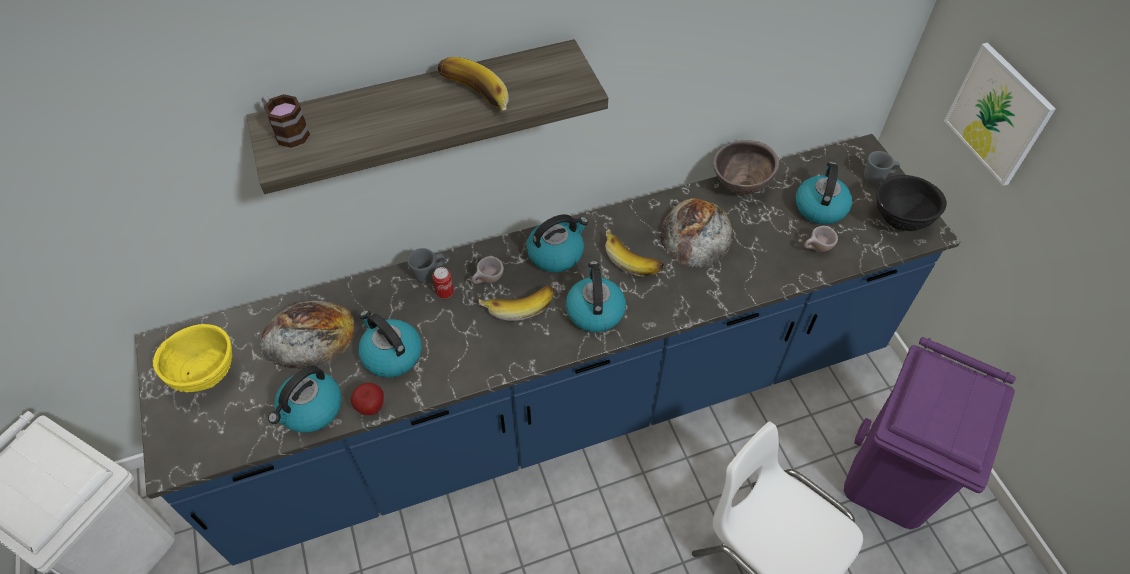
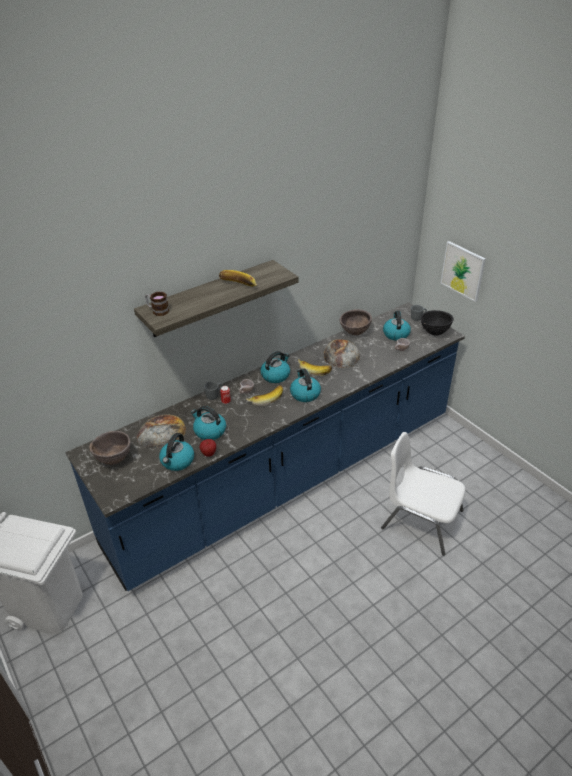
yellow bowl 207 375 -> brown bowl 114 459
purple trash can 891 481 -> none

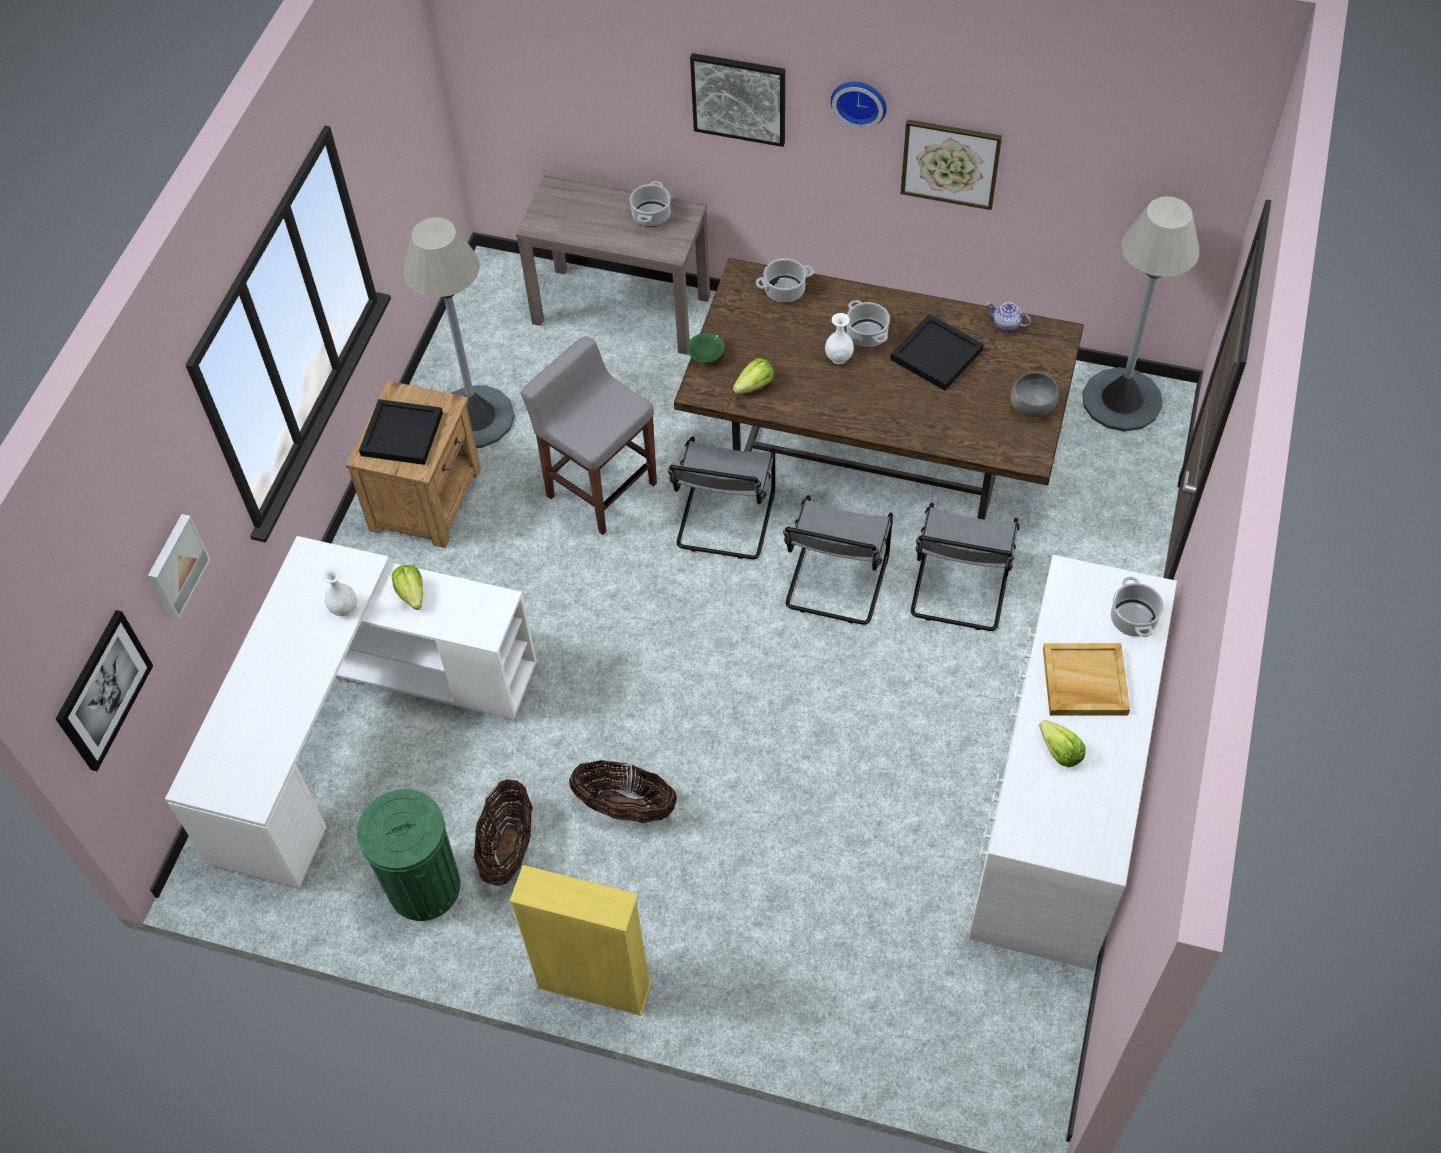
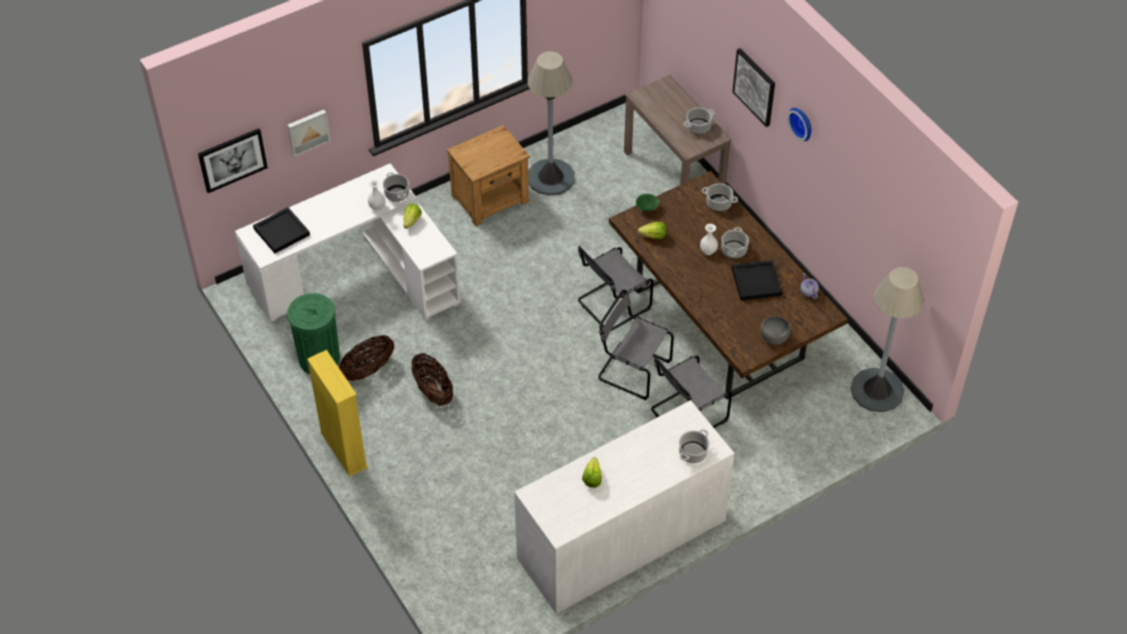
black tray 403 434 -> black tray 282 232, moved
none -> cooking pot 397 194
grey chair 835 584 -> grey chair 631 369, 60 degrees clockwise
grey stool 600 489 -> none
picture 950 163 -> none
beige tray 1084 682 -> none

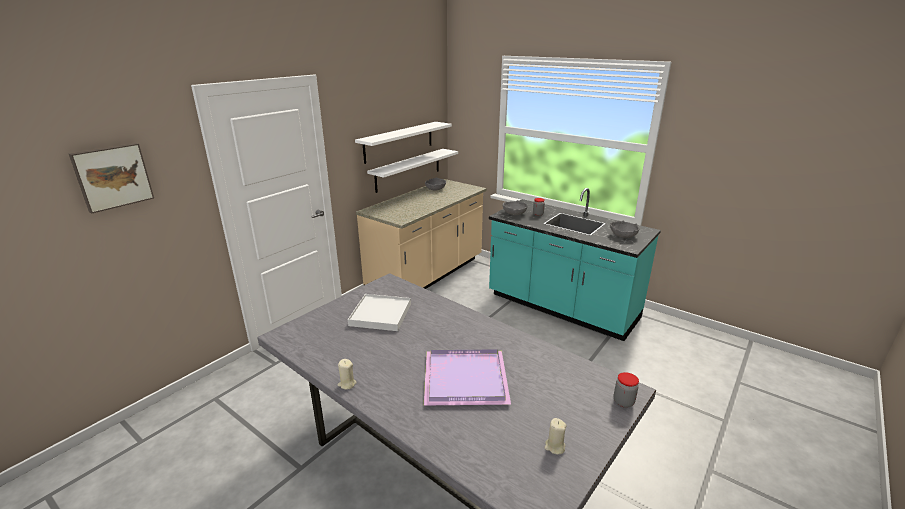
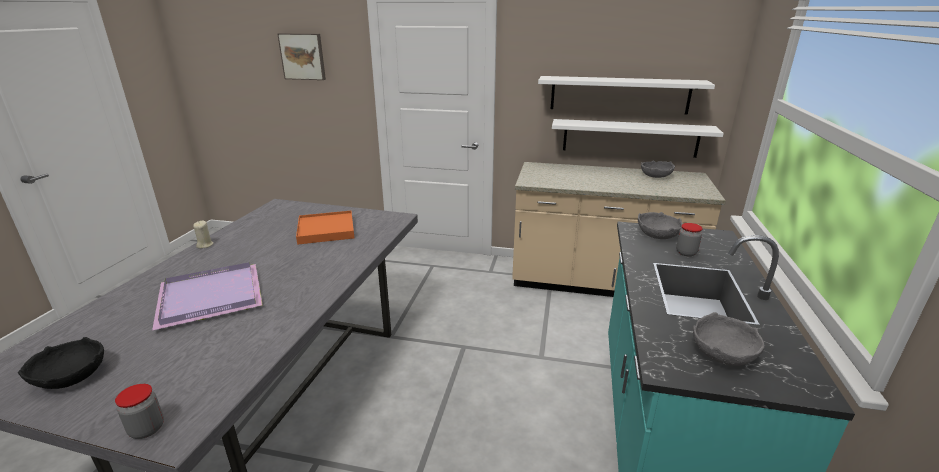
beige candle 554 447 -> black bowl 72 377
white tray 380 314 -> orange tray 326 230

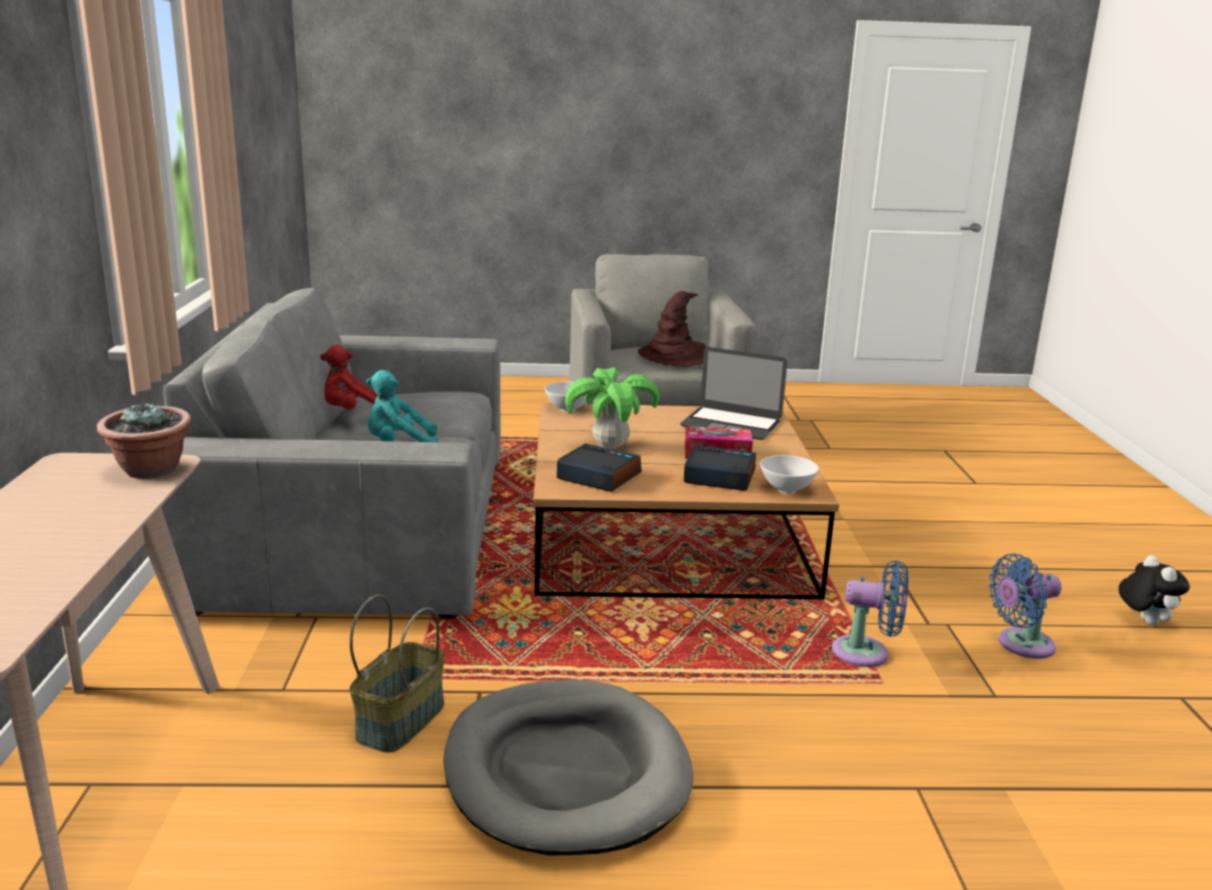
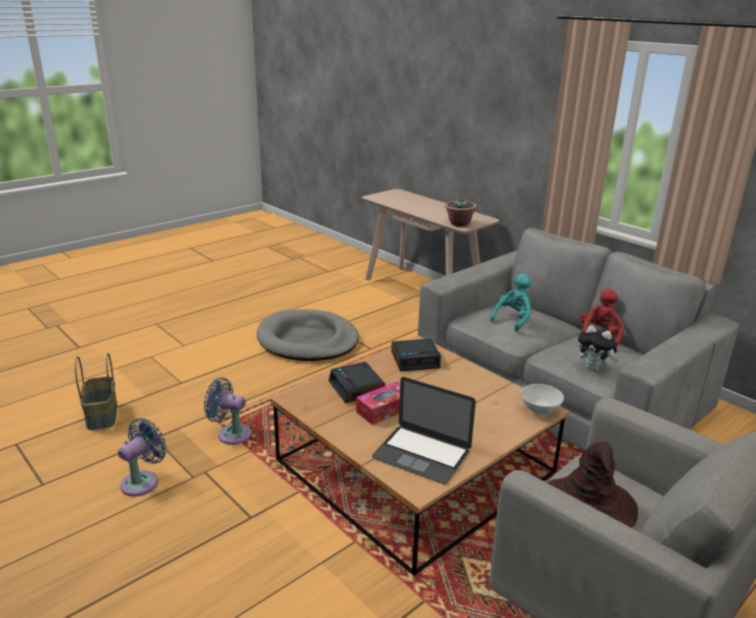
basket 400 720 -> basket 103 415, moved
blue fan 866 653 -> blue fan 231 433, 45 degrees clockwise
alarm clock 718 477 -> alarm clock 357 388, 90 degrees clockwise
laptop 731 423 -> laptop 421 454, 135 degrees counterclockwise
plush toy 1144 621 -> plush toy 594 368, moved
potted plant 610 446 -> none
white bowl 786 490 -> none

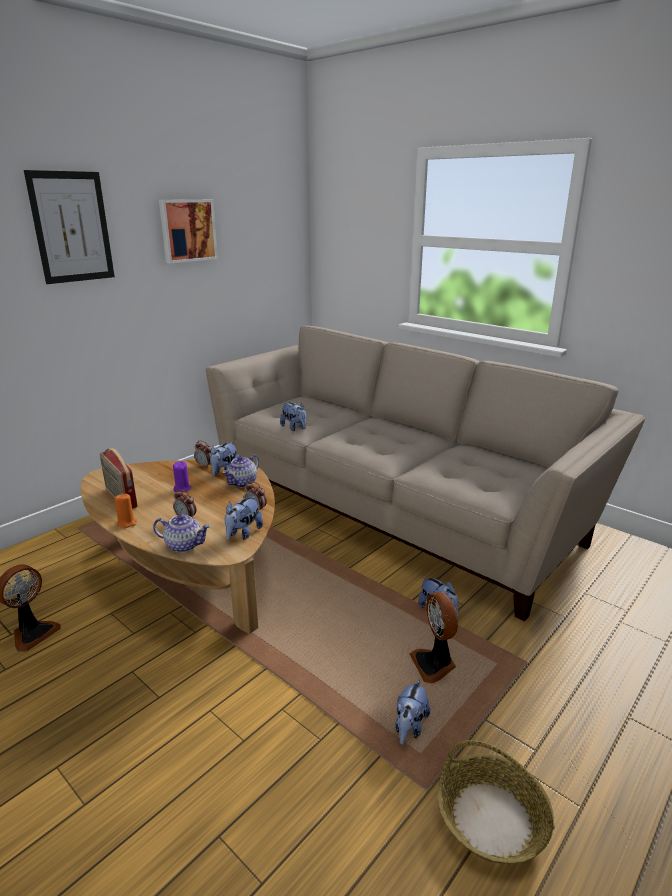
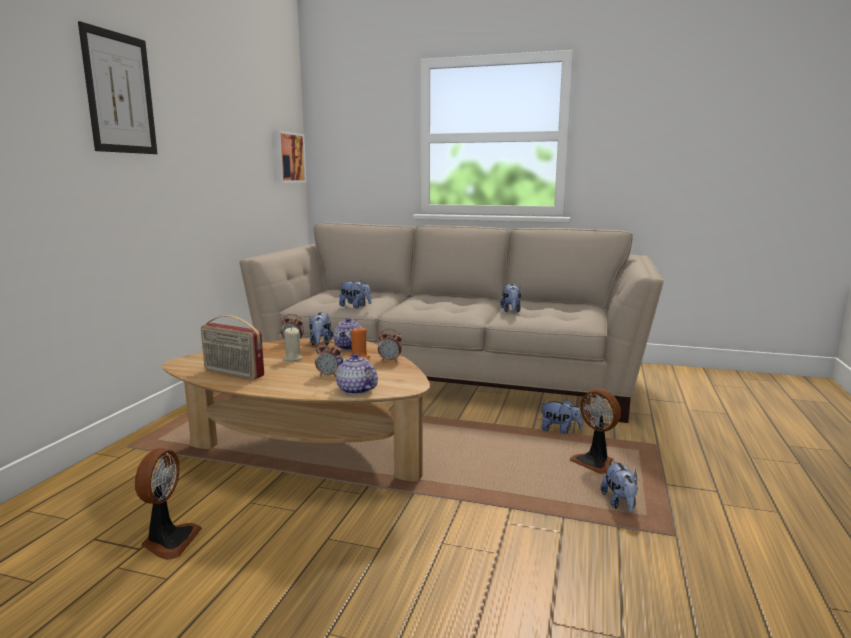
picture 187 230 -> picture 288 157, moved
purple candle 182 488 -> beige candle 292 358
teapot 184 545 -> teapot 355 390, 120 degrees counterclockwise
orange candle 127 523 -> orange candle 359 357, moved
plush toy 243 533 -> plush toy 511 311, moved
basket 492 818 -> none

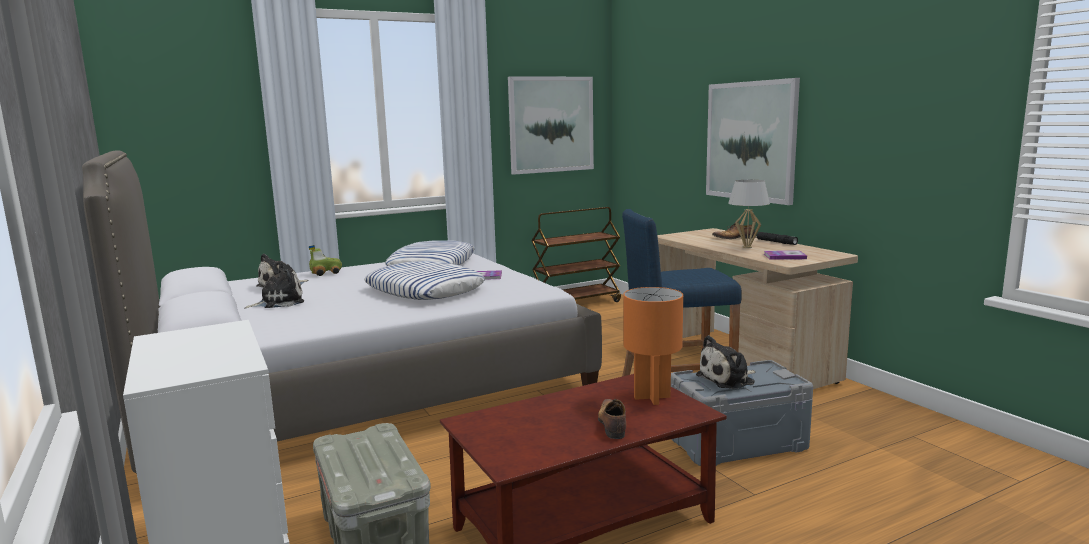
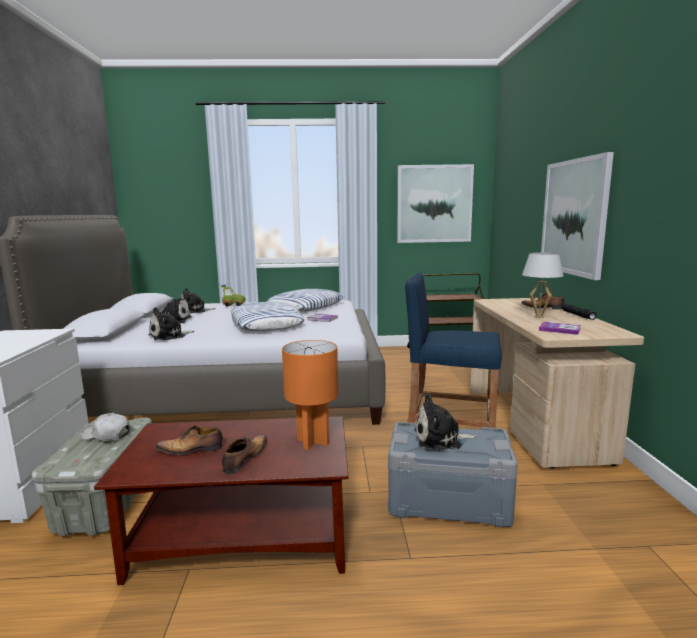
none -> white cap 107 435
none -> plush toy 169 336
none -> shoe 191 450

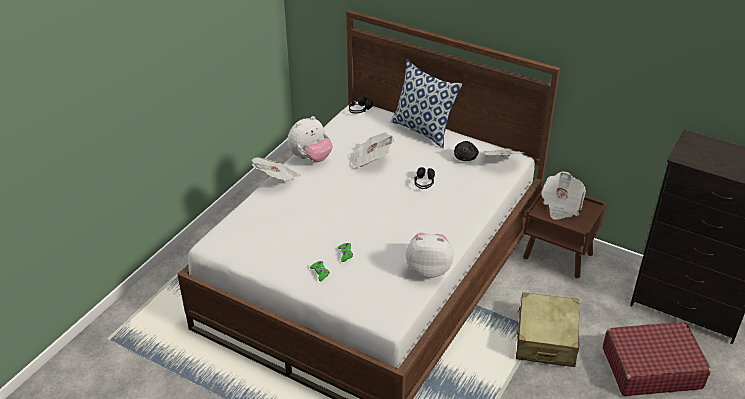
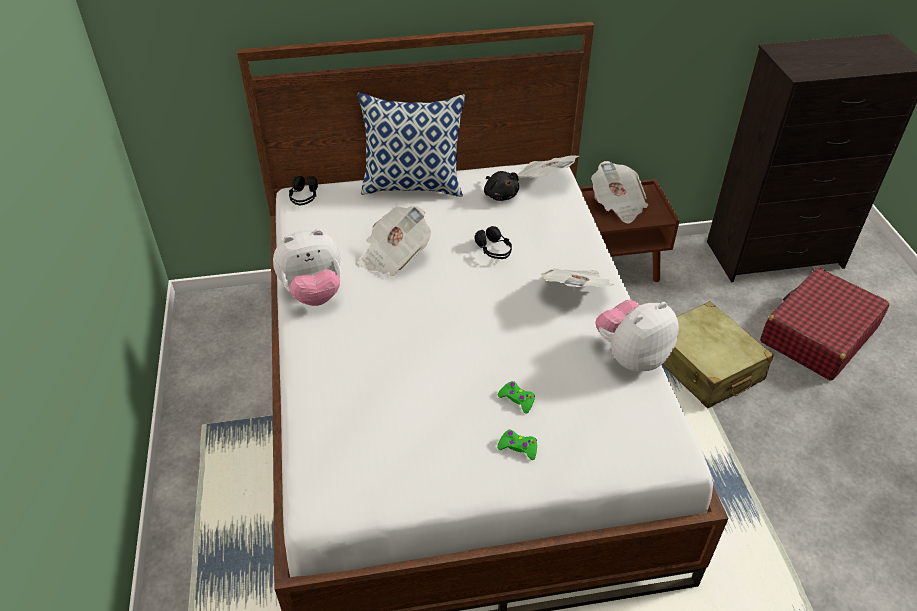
plush toy 310 158 -> plush toy 313 293, 60 degrees clockwise
newspaper 277 179 -> newspaper 576 292, moved

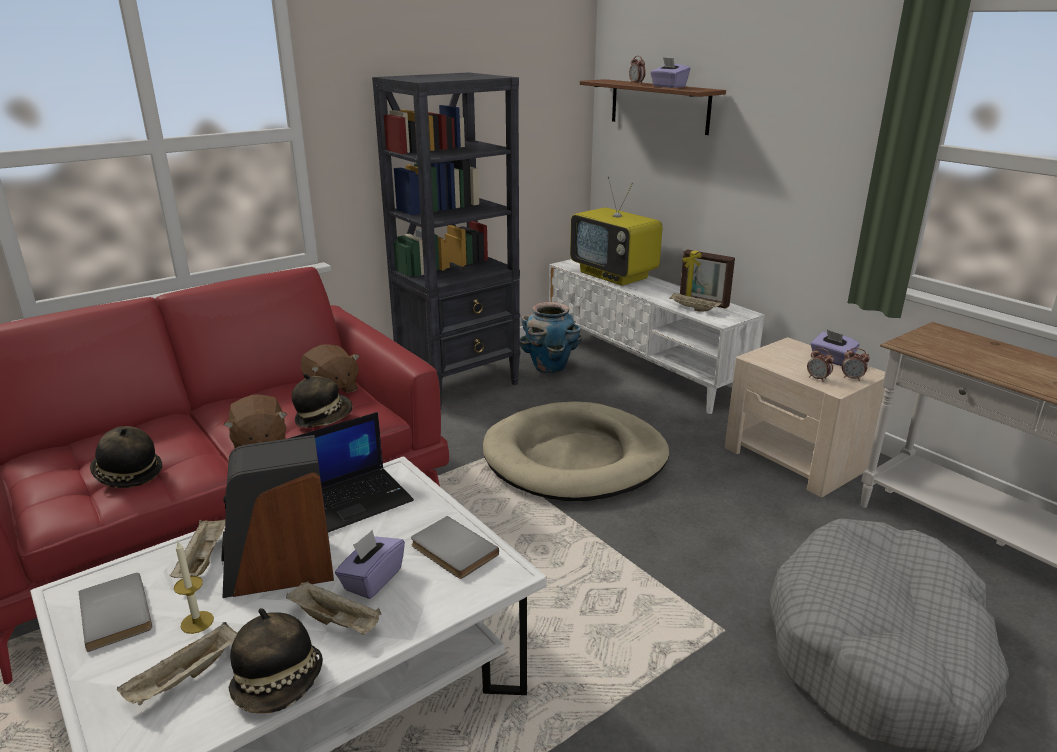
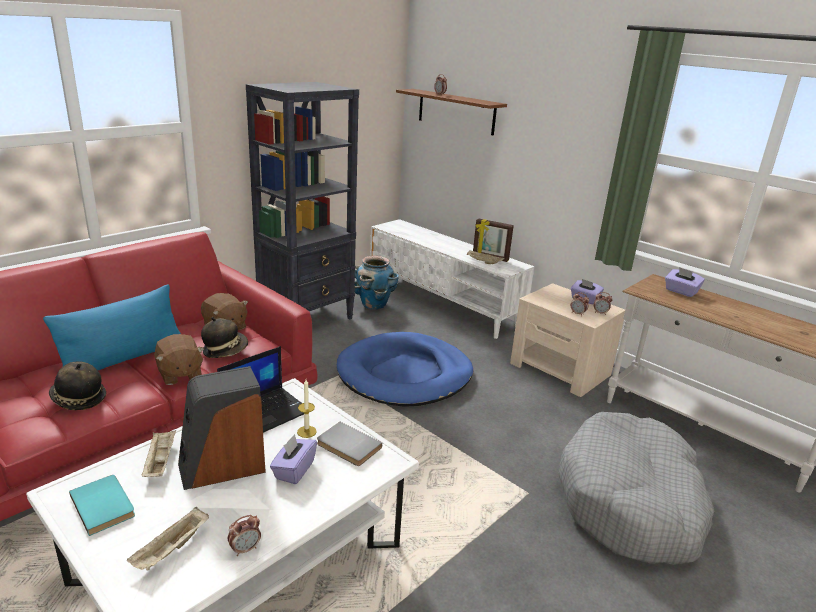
none -> blue pillow 124 358
grey book 119 612 -> turquoise book 105 505
hat 280 685 -> alarm clock 245 549
candle 197 622 -> candle 306 431, moved
beige dog bed 575 458 -> blue dog bed 405 374
purple tissue box 668 86 -> purple tissue box 681 291, moved
beige tray 337 621 -> none
television 614 275 -> none

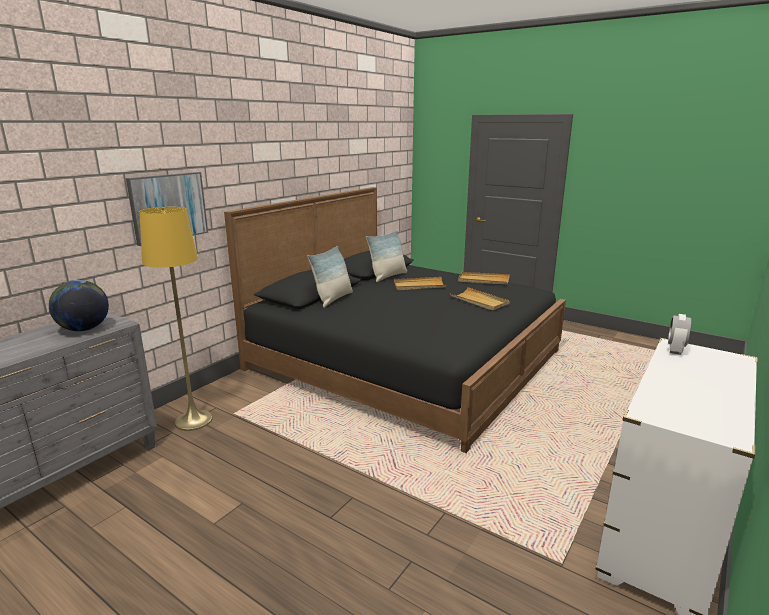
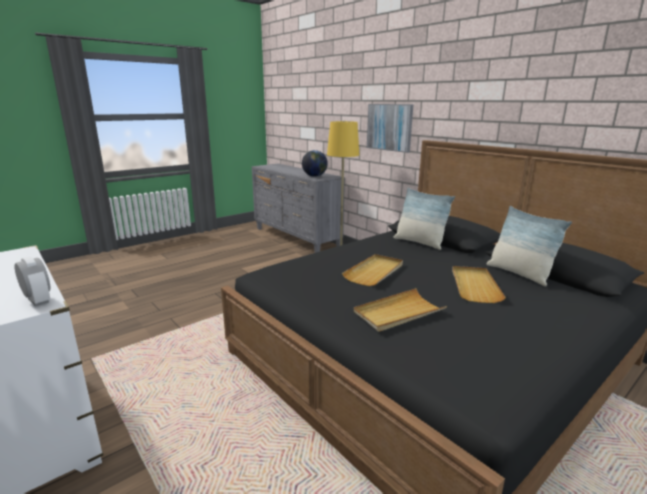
beige tray 483 280 -> beige tray 374 272, moved

